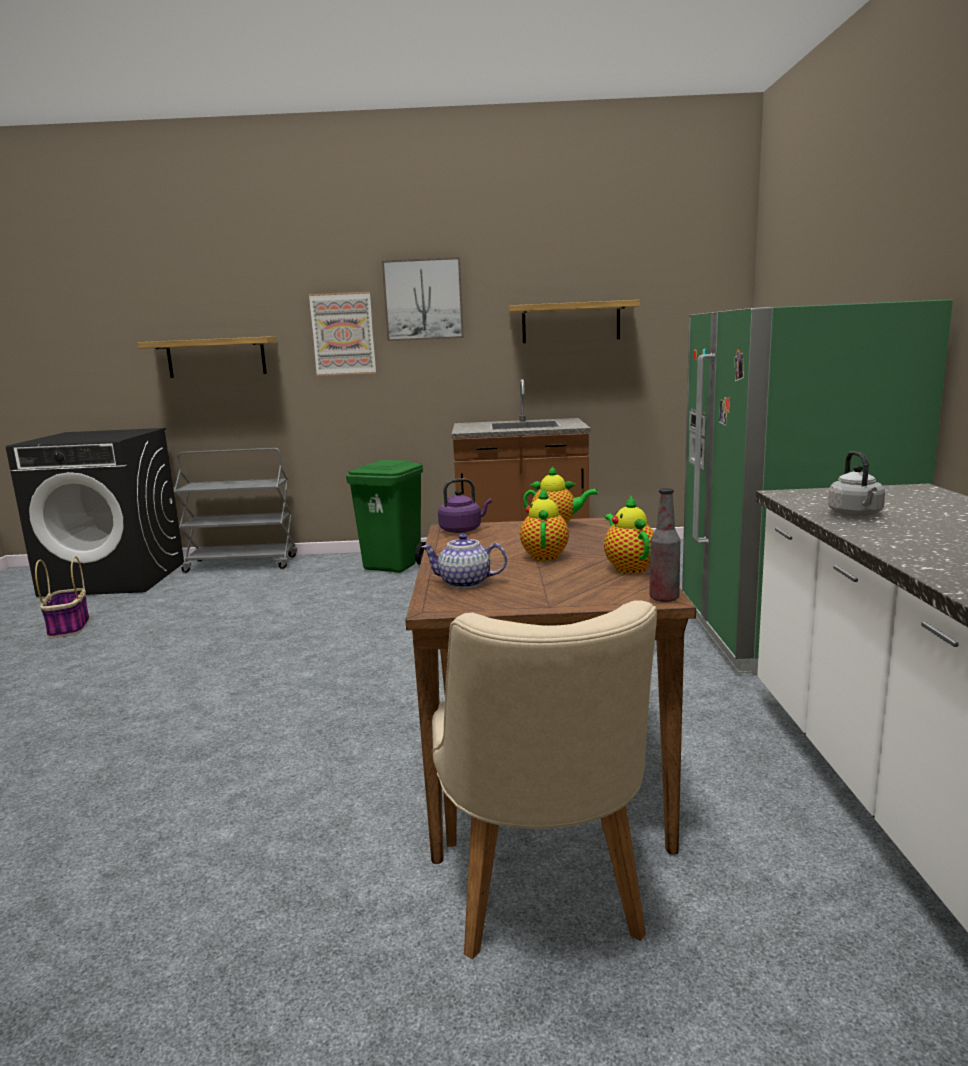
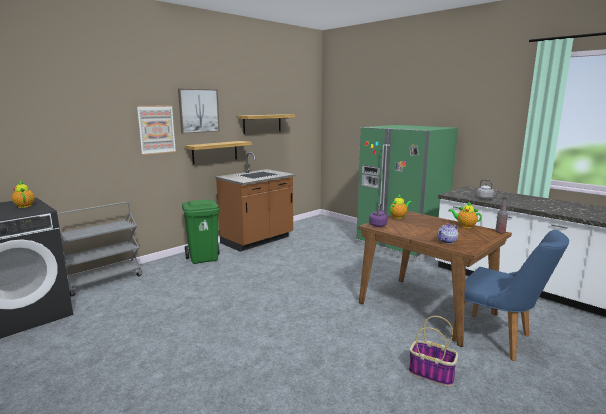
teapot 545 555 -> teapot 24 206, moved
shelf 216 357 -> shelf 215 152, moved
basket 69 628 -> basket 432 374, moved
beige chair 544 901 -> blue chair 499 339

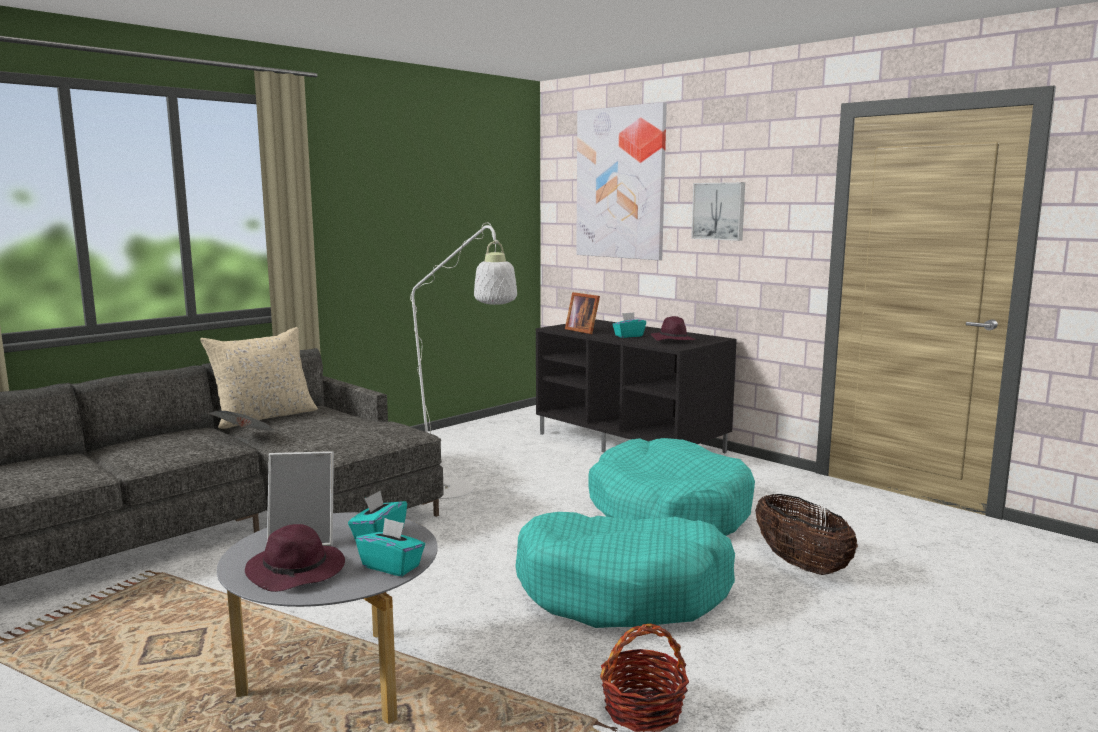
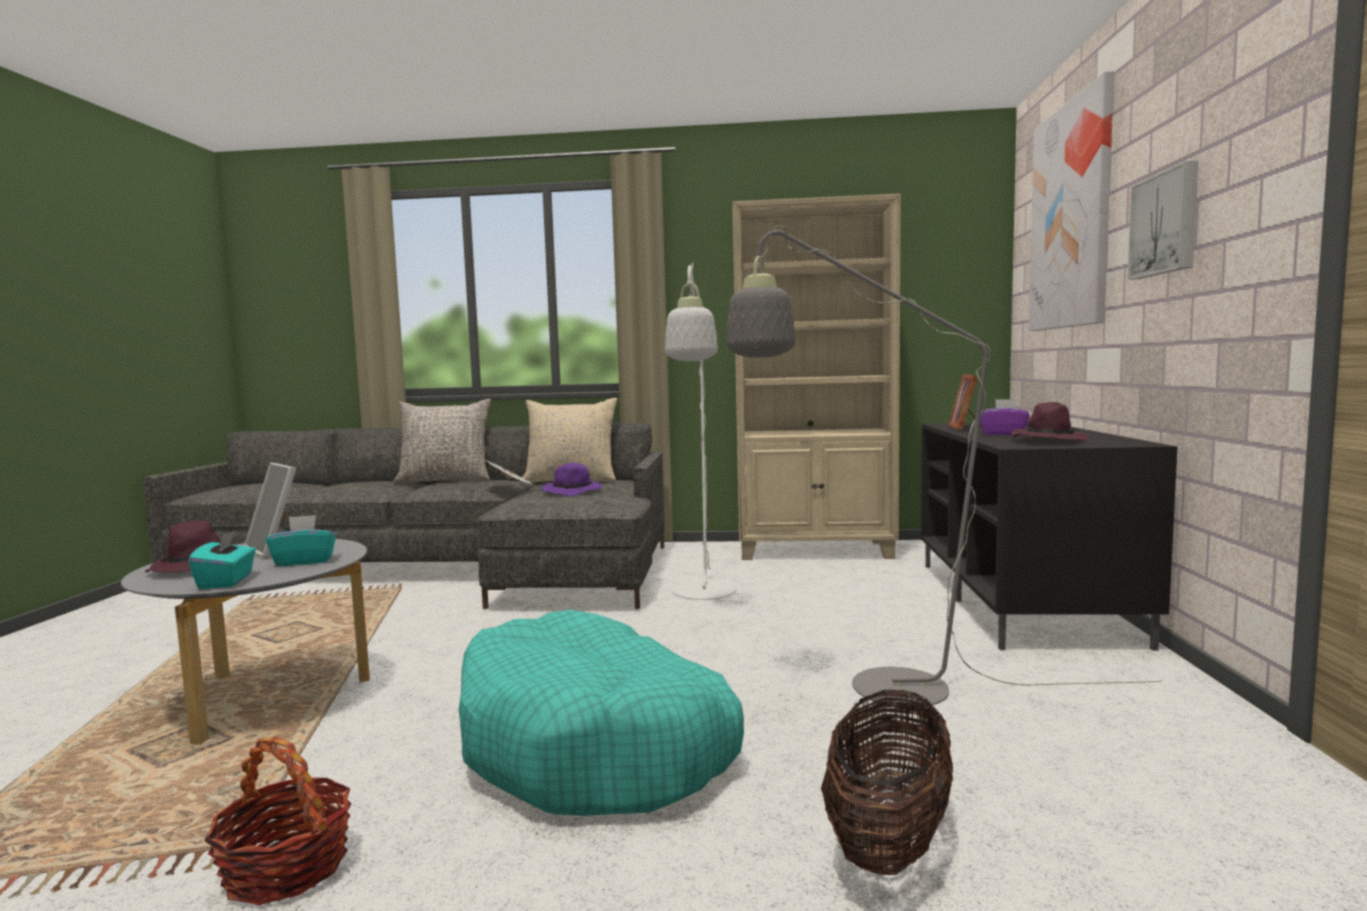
none -> grey pillow 445 480
none -> purple hat 573 491
turquoise dog bed 669 511 -> grey floor lamp 874 687
none -> beige bookcase 816 550
turquoise tissue box 628 336 -> purple tissue box 1004 434

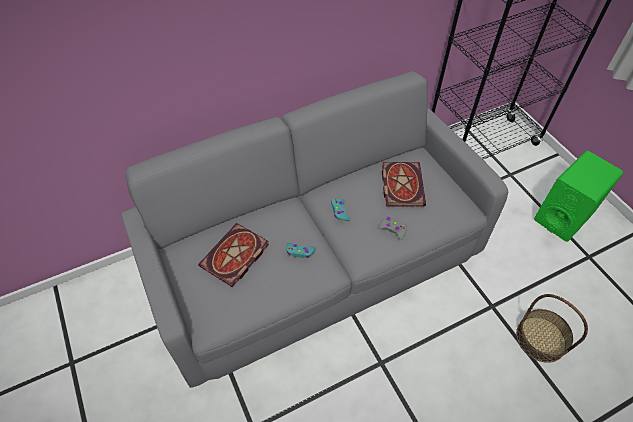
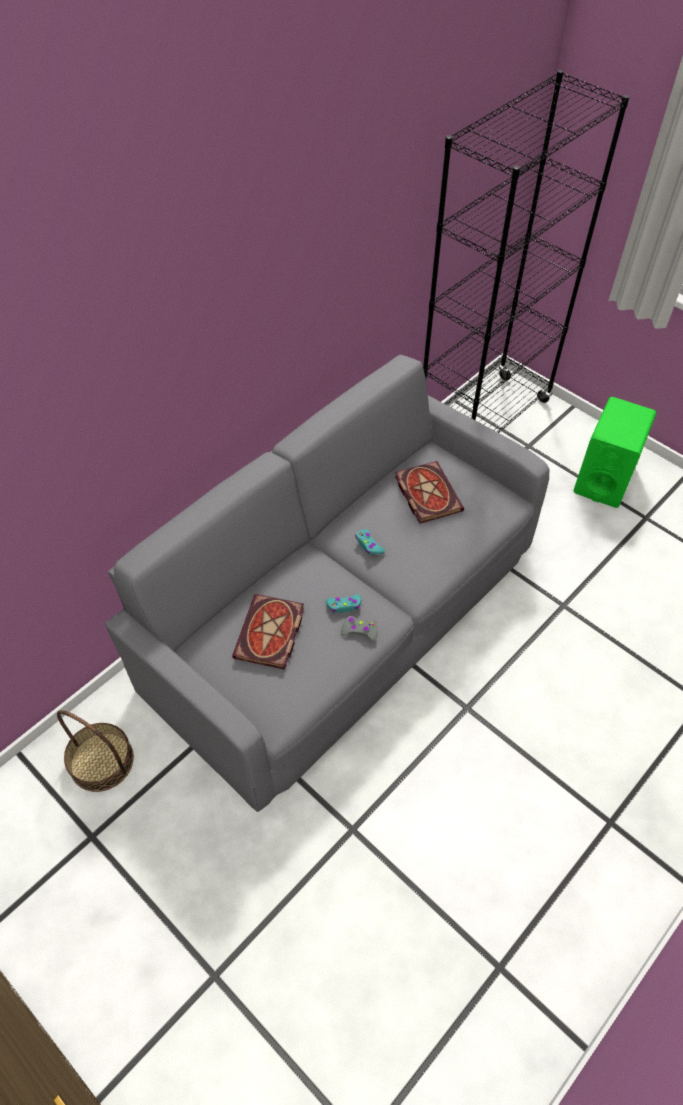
basket 541 338 -> basket 102 761, moved
grey game controller 392 229 -> grey game controller 359 631, moved

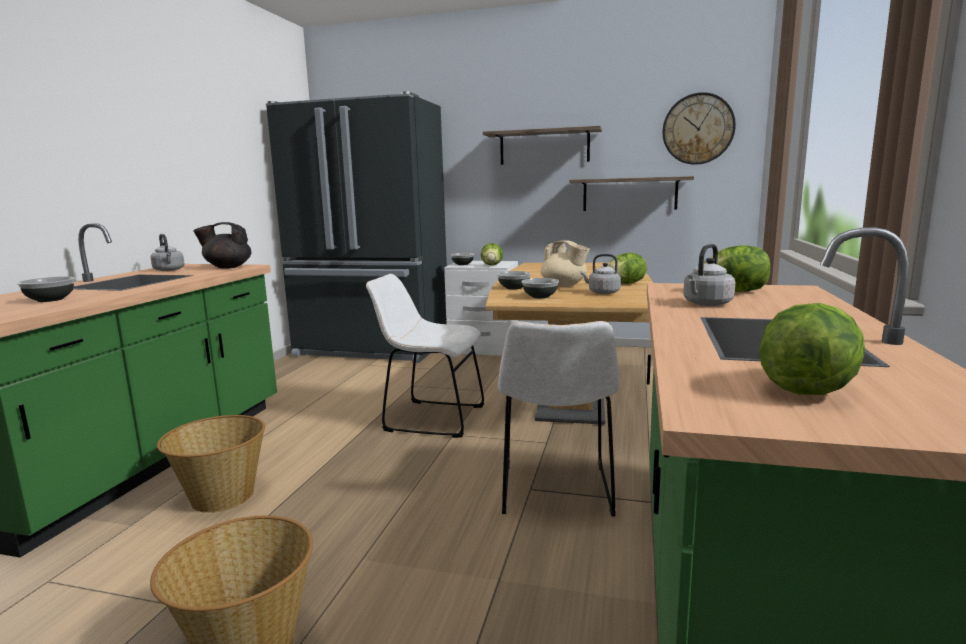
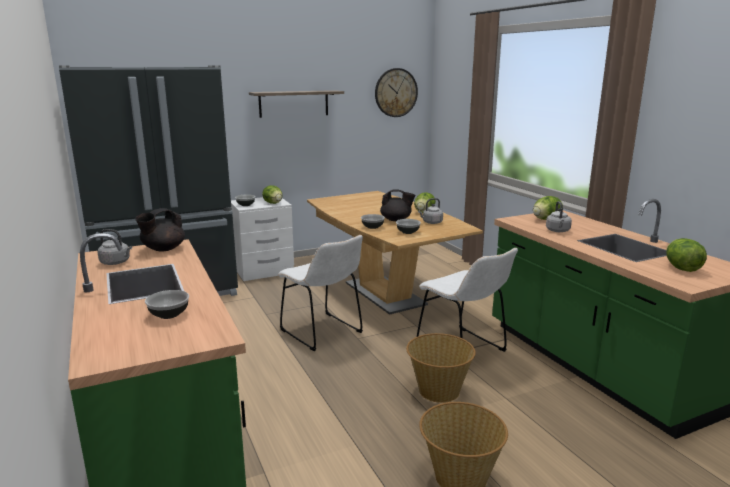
white chair 429 418 -> white chair 323 333, 105 degrees counterclockwise
beige teapot 564 286 -> black teapot 396 220
basket 221 497 -> basket 438 391, moved
shelf 629 194 -> none

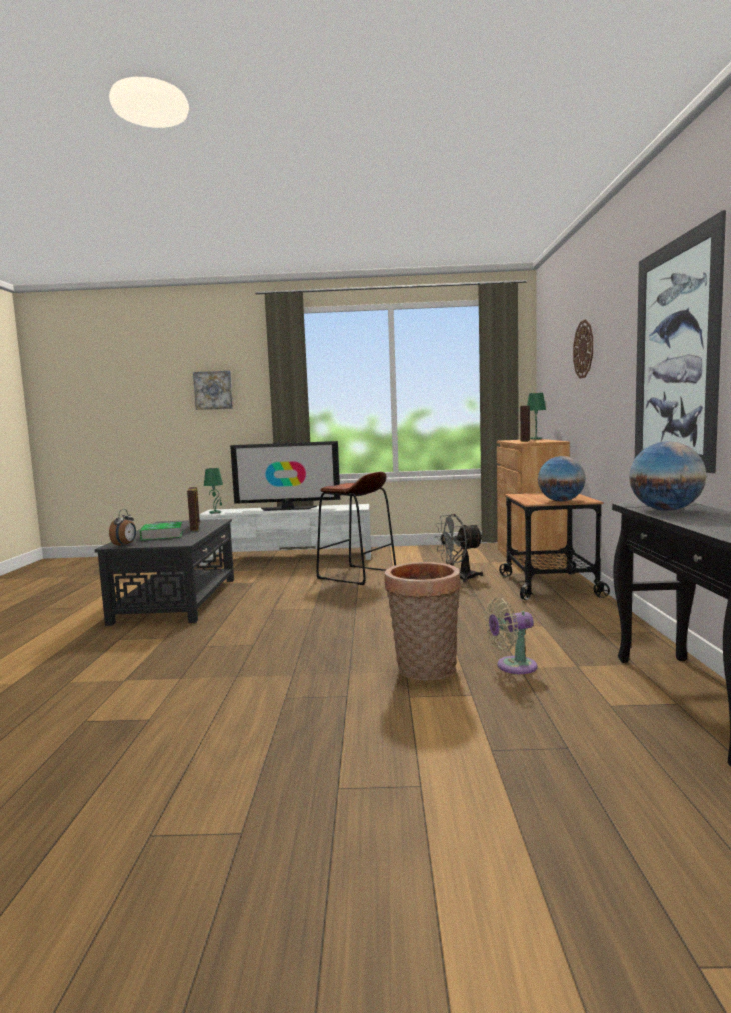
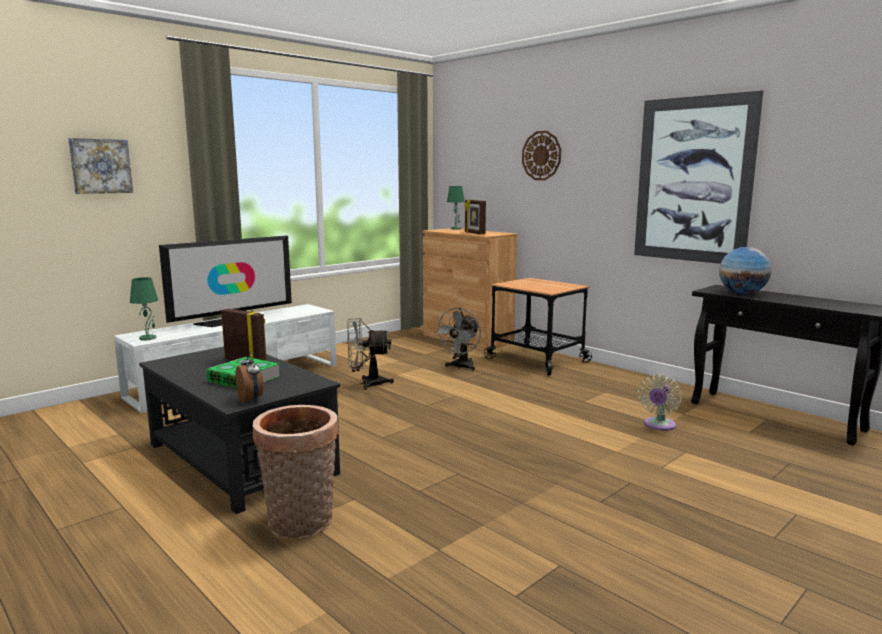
basket 424 671 -> basket 301 524, moved
brown stool 357 575 -> grey fan 367 384
globe 561 501 -> none

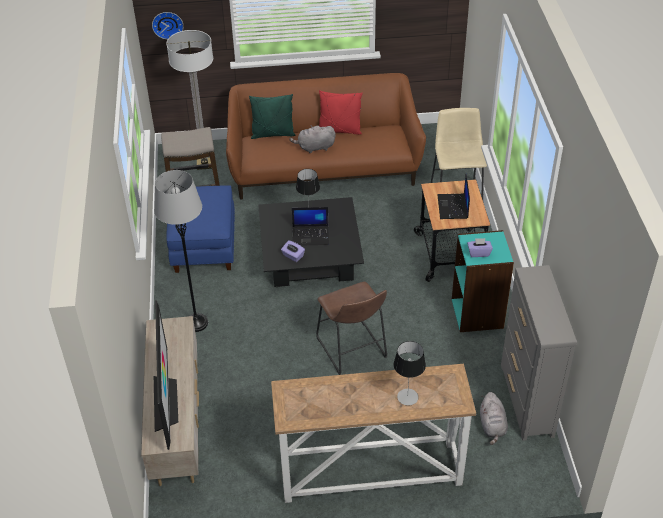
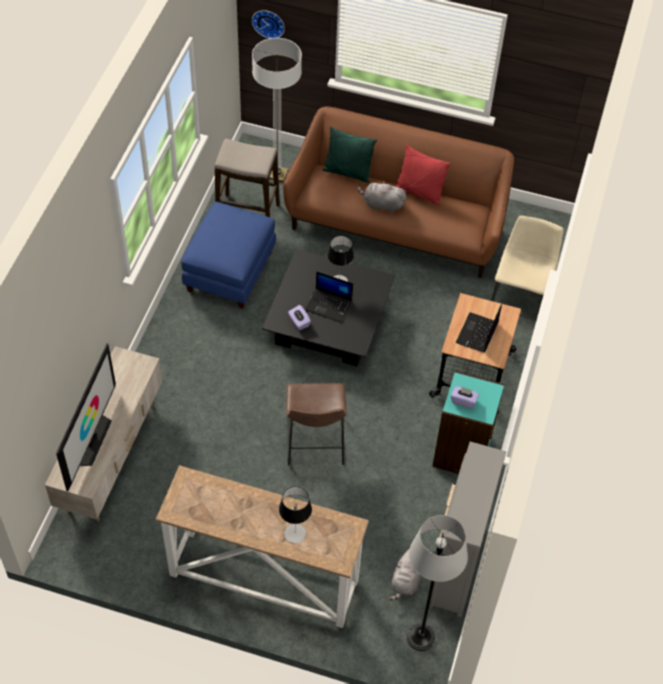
grey floor lamp 196 323 -> grey floor lamp 420 637, moved

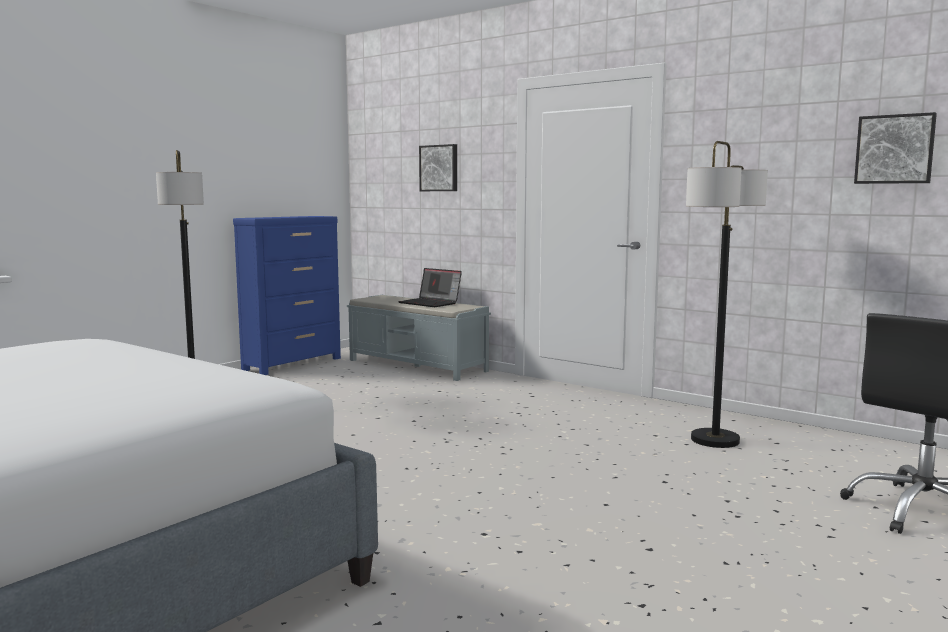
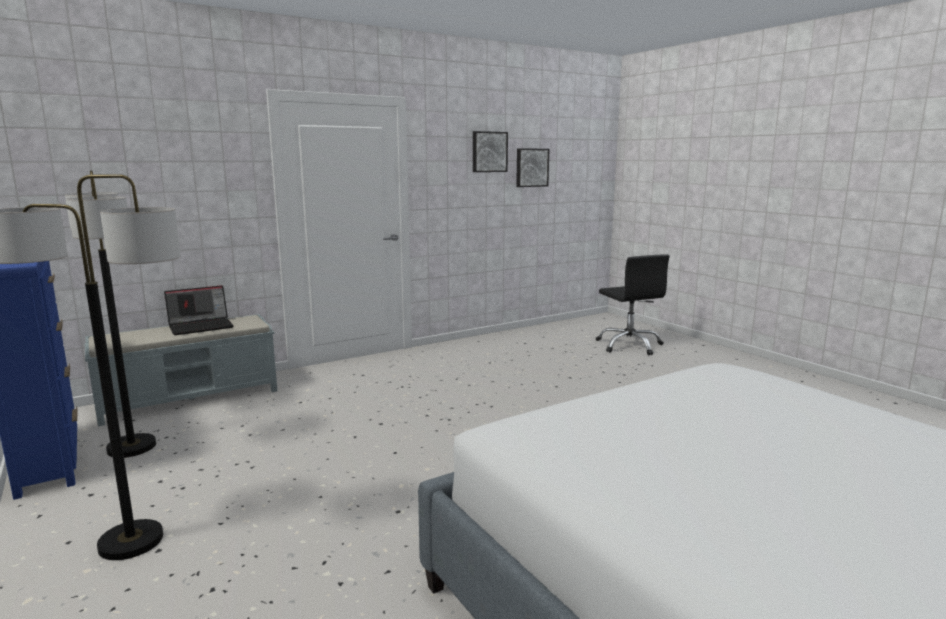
floor lamp 715 440 -> floor lamp 132 447, moved
picture 439 168 -> picture 489 152, moved

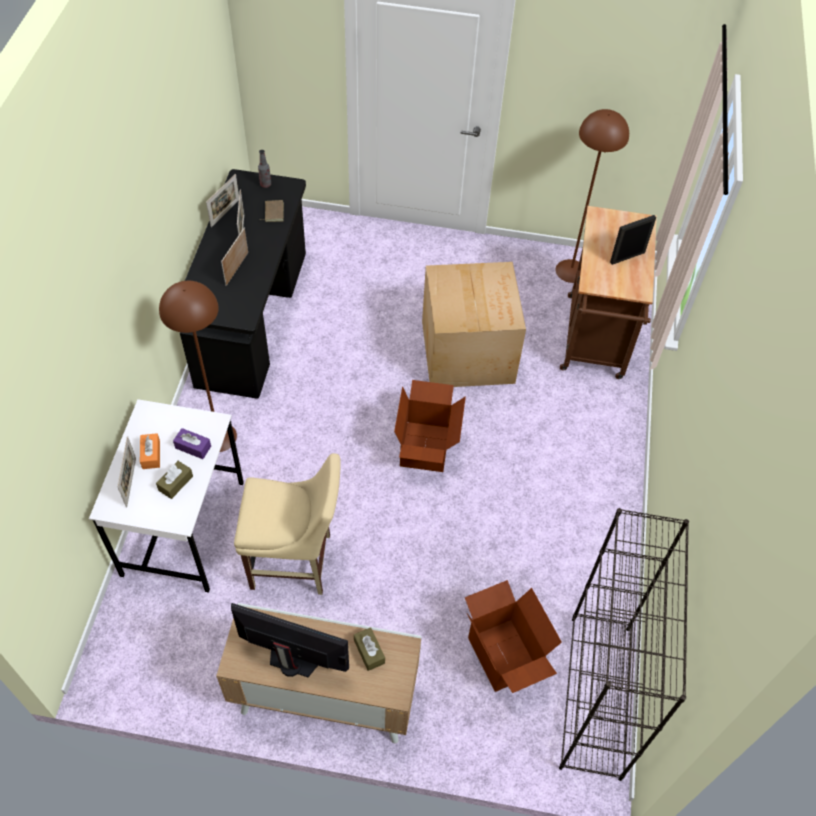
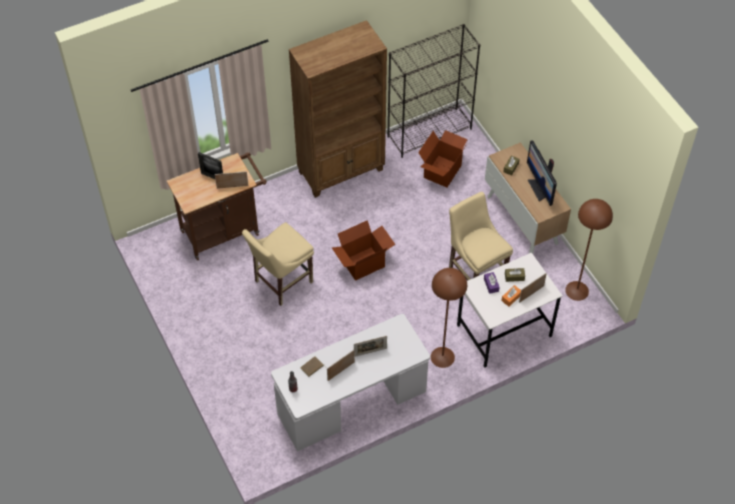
picture frame 225 213 -> picture frame 232 187, moved
cardboard box 468 351 -> beige chair 281 283
black desk 252 318 -> white desk 352 403
none -> brown bookcase 341 171
brown floor lamp 571 271 -> brown floor lamp 577 291, moved

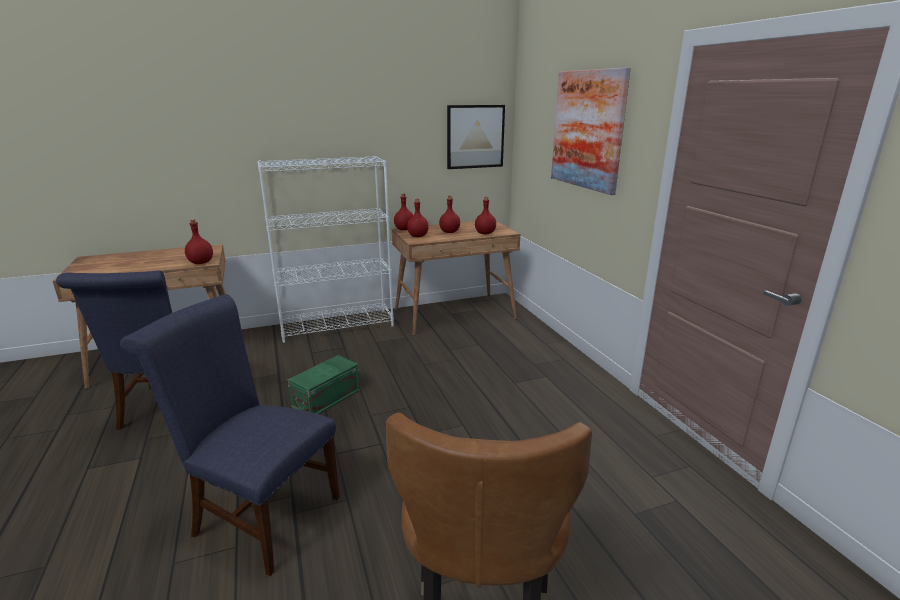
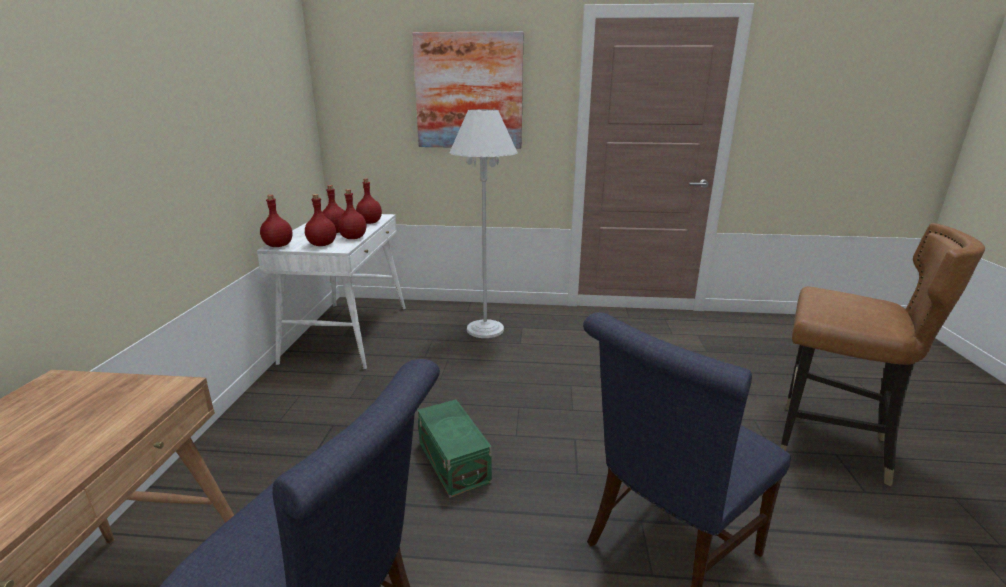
brown desk 455 314 -> white desk 347 333
red bottle 200 263 -> red bottle 353 238, moved
none -> white floor lamp 485 329
white bookcase 337 325 -> none
picture 475 136 -> none

